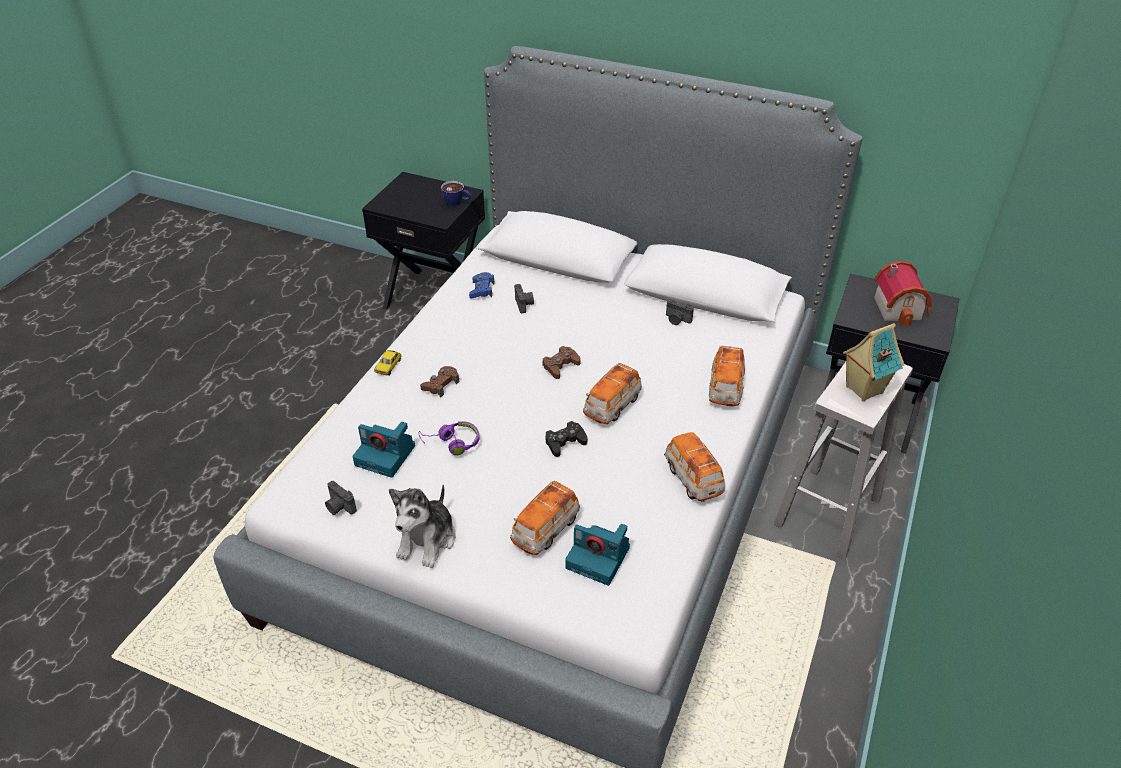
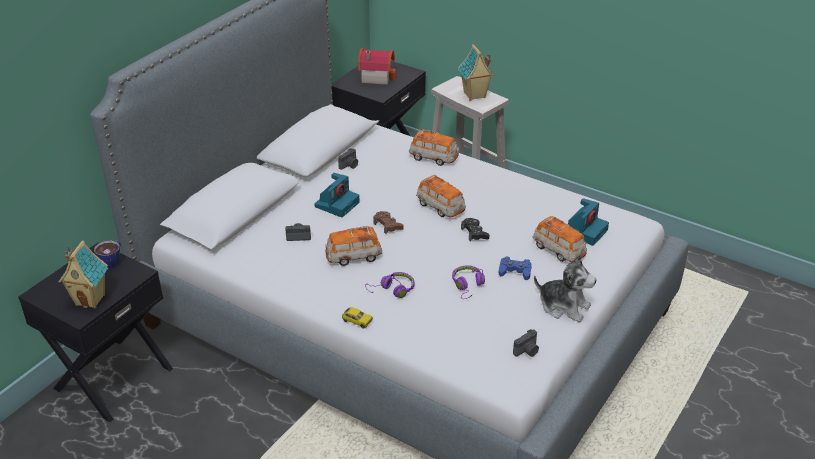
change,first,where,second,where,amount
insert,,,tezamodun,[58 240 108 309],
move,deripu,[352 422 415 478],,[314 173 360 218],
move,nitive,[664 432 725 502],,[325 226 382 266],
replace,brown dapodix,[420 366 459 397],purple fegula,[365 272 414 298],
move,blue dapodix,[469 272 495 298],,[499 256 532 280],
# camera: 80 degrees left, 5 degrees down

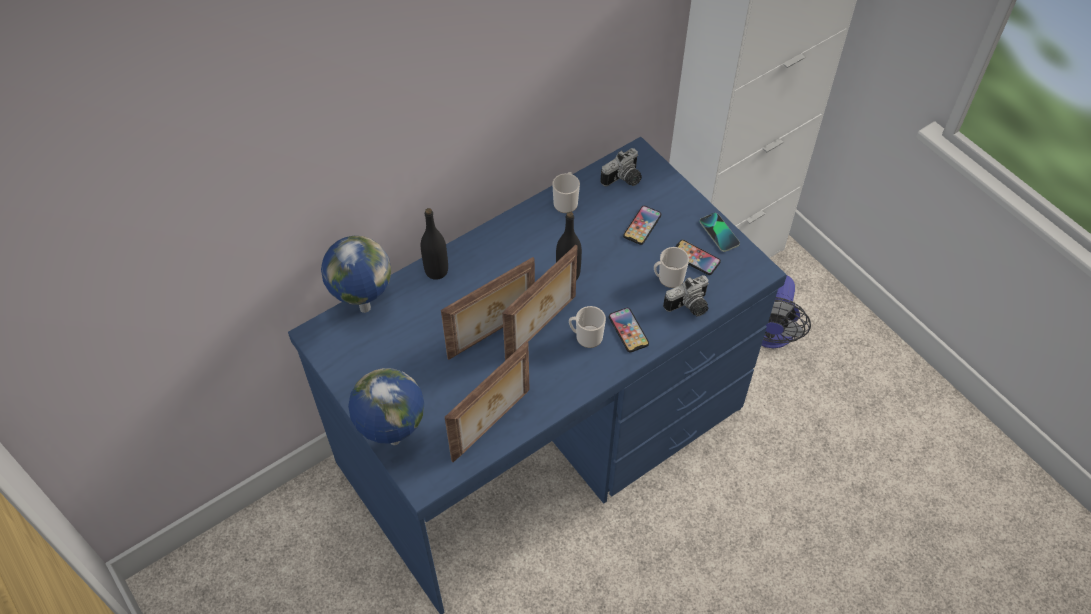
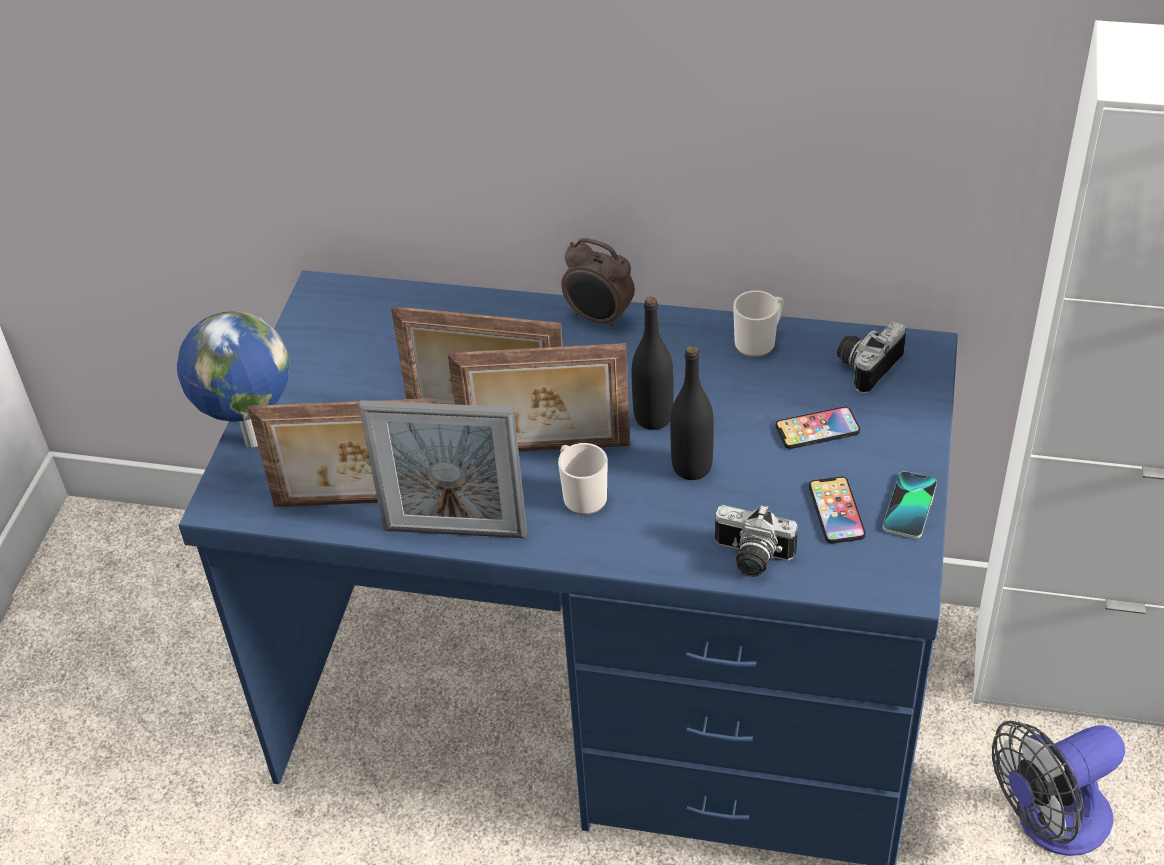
change,first,where,second,where,amount
insert,,,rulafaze,[359 400 527 539],
insert,,,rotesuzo,[561 238 635 329],
move,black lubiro,[421 208 448 280],,[670 346 714 480],
rotate,deripu,[600 148 642 186],,[837 322 906 393],120 degrees clockwise
delete,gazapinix,[321 236 391 313],,,
delete,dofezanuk,[609 308 649 352],,,
delete,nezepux,[654 247 689 288],,,
# camera: 50 degrees right, 10 degrees down

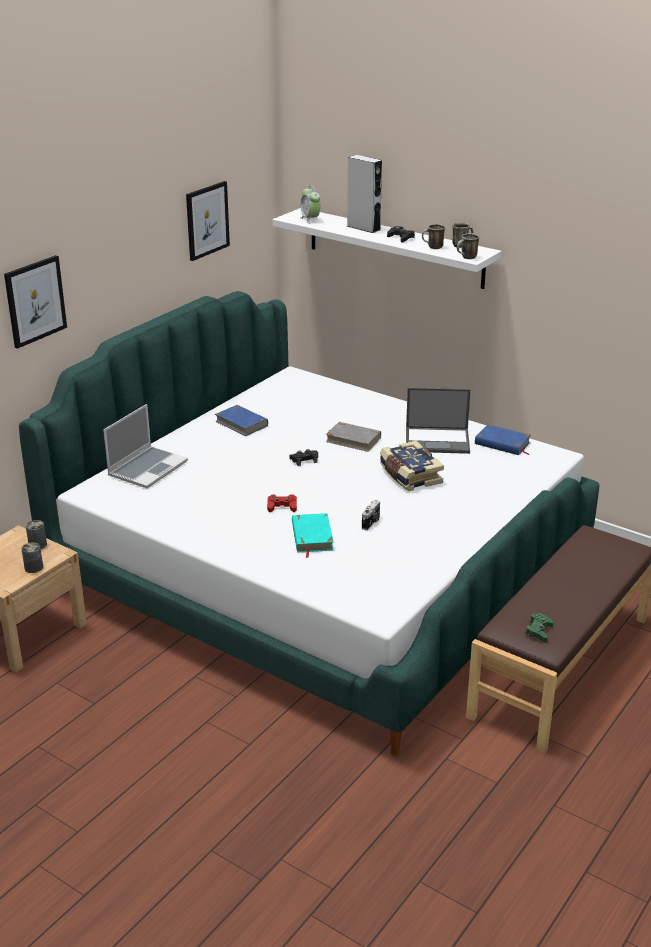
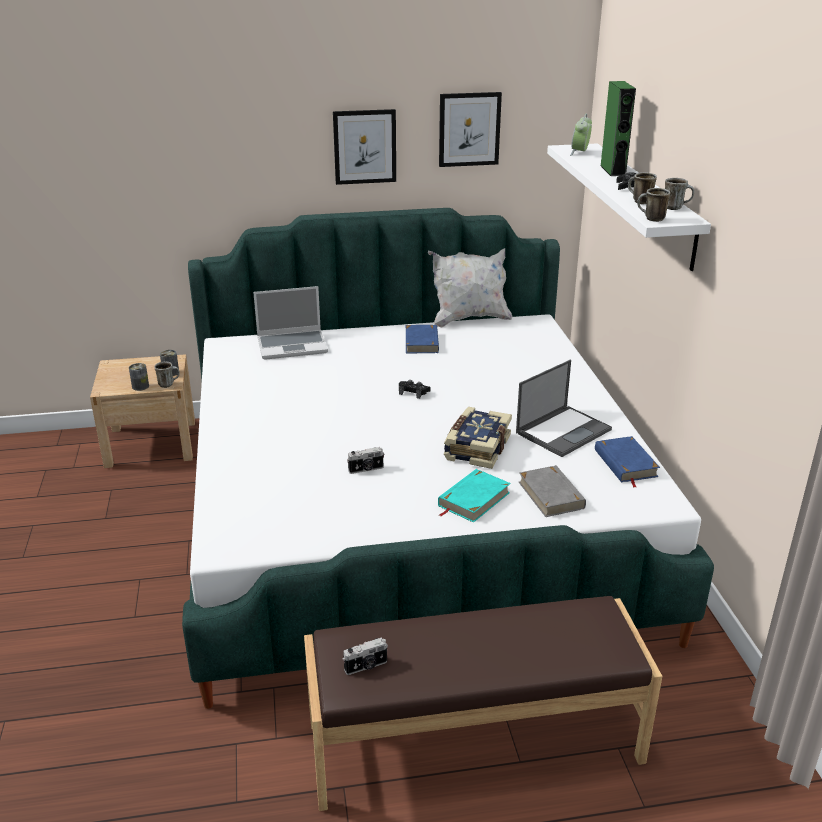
change,first,where,second,where,amount
insert,,,nezepux,[154 362 180 388],
move,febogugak,[4 255 67 349],,[333 109 396 185],
replace,green dapodix,[525 613 553 642],deripu,[343 637 388 675],
insert,,,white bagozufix,[428 248 512 327],
move,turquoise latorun,[292 513 334 558],,[438 469 511 523],
rotate,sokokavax,[406 388 471 454],,[516 360 612 457],90 degrees counterclockwise
move,grey latorun,[326 422 381 452],,[519 465 586 517],
recolor,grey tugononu,[347 155 382 233],green tugononu,[600 81 636 176],
delete,red dapodix,[267 494 297 512],,,
# camera: 45 degrees right, 0 degrees up

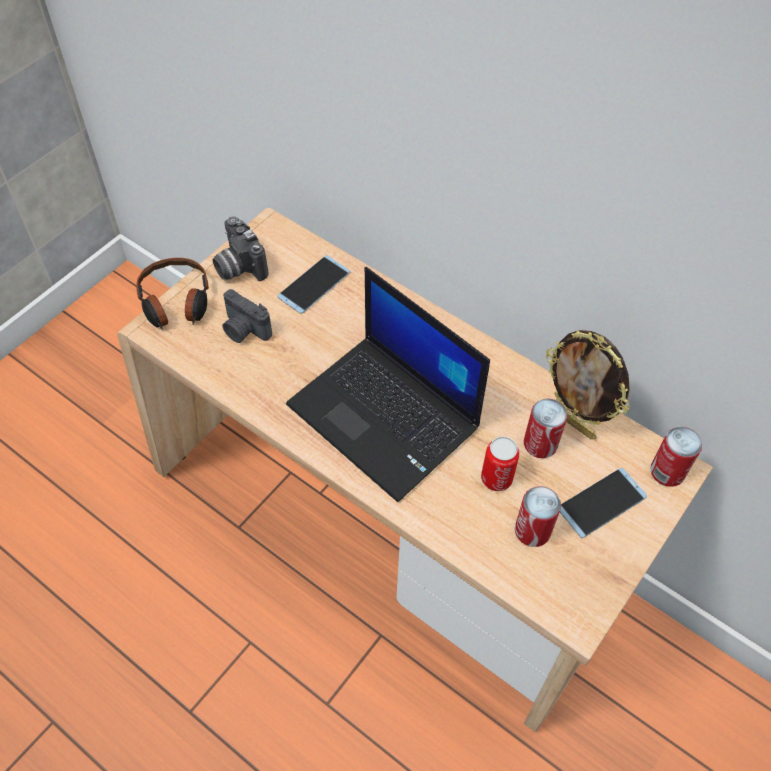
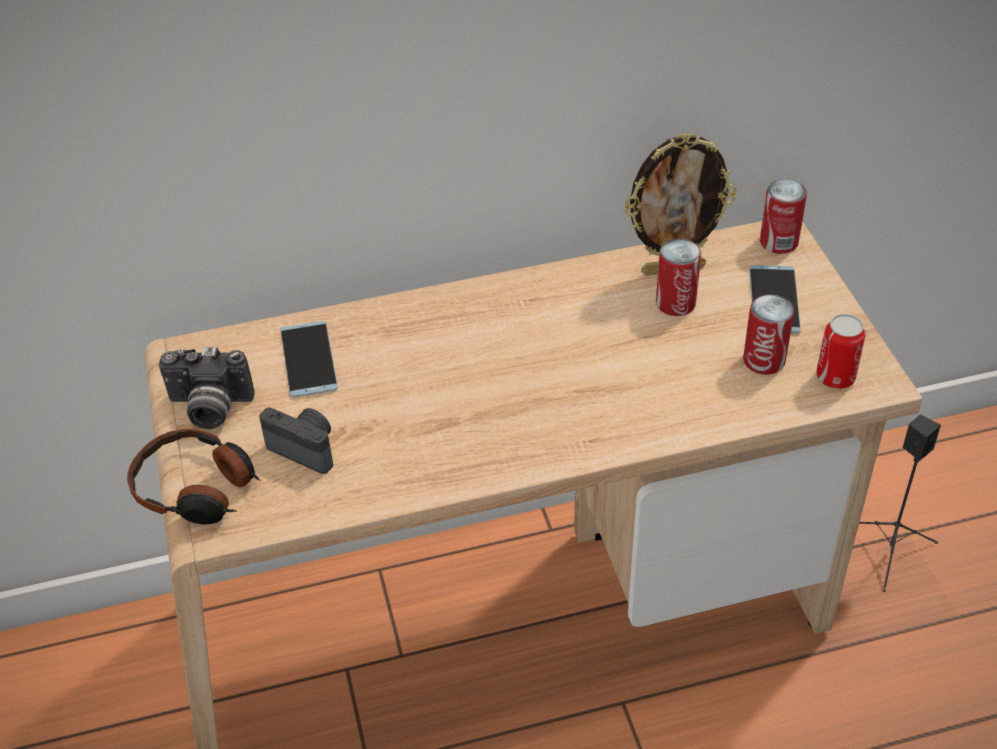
change,first,where,second,where,amount
rotate,deripu,[223 289 272 343],,[259 407 333 474],135 degrees counterclockwise
move,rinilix,[481 436 519 491],,[816 314 865 389],
insert,,,black tugononu,[859 414 941 592],
delete,sokokavax,[286 267 490 502],,,
# camera: 50 degrees left, 10 degrees down

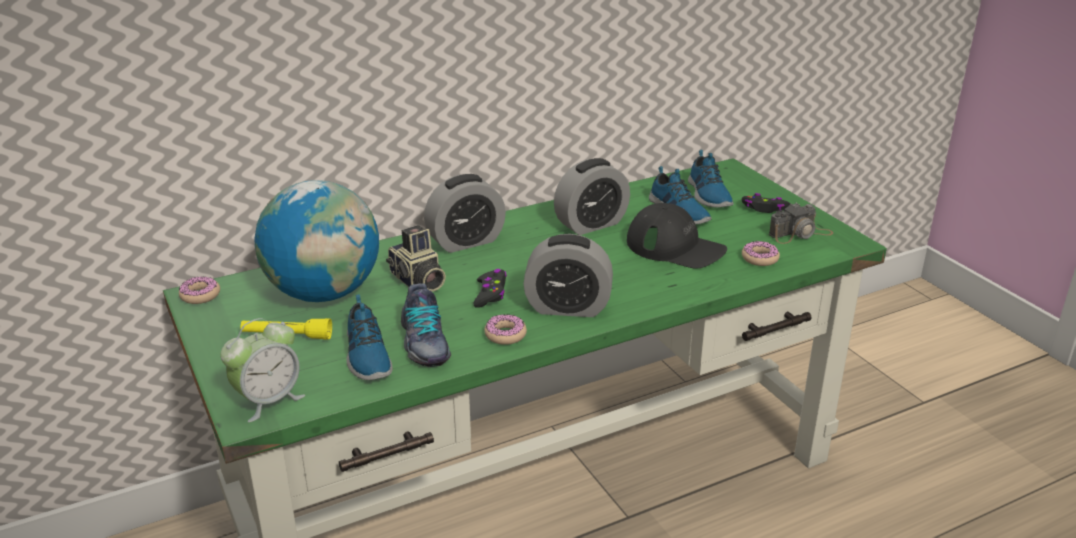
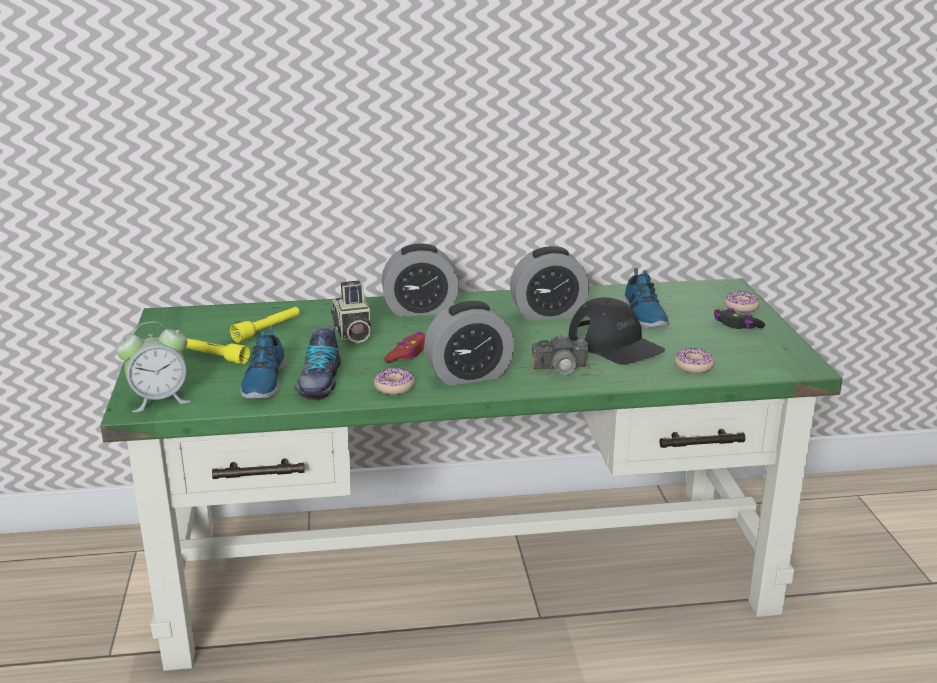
change,first,where,second,where,amount
replace,gazapinix,[254 180 379 302],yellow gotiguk,[230 307 300 343],
recolor,black dapodix,[473 269 507 308],red dapodix,[384 331 426 362],
rotate,rotesuzo,[523 234 613 317],,[424 301 514 386],45 degrees counterclockwise
move,deripu,[769 202 833 244],,[531 334 603 376],
move,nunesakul,[179 277 220 304],,[724 291 760 312],
delete,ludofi,[688 150 734 208],,,
# camera: 20 degrees right, 5 degrees down

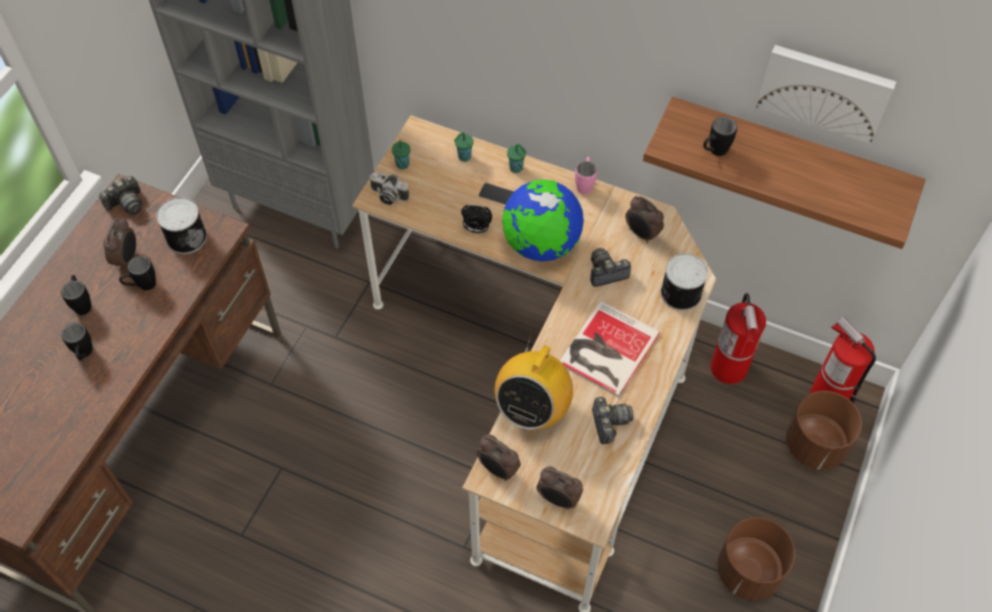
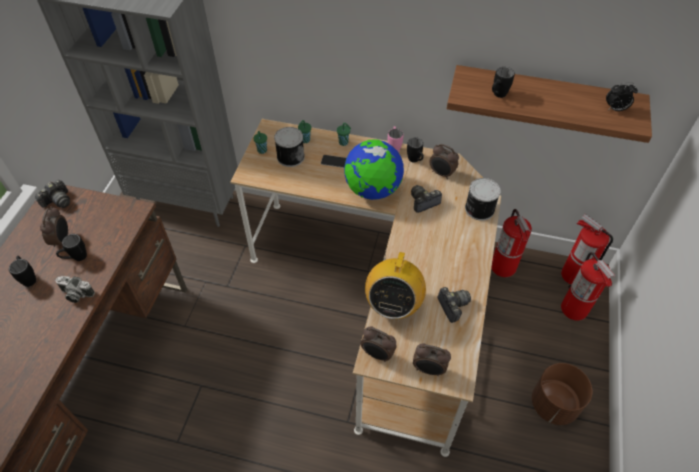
change,first,where,second,where,amount
move,deripu,[370 172 410 205],,[55 276 95 303],
move,rinilix,[156 197 207 254],,[274 127 305 167],
move,black nezepux,[62 323 93 360],,[407 137 424 162],
replace,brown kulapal,[786 391 862 470],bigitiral,[561 252 616 320],
move,rotesuzo,[461 205 492 233],,[606 82 638 111],
delete,latorun,[560 301 660 397],,,
delete,febogugak,[756 45 896 144],,,
# camera: 10 degrees left, 5 degrees down

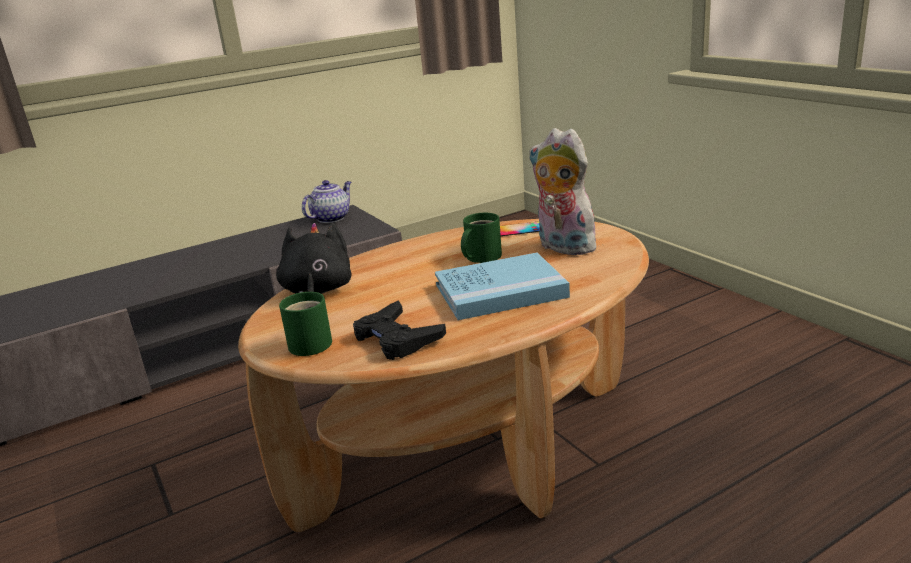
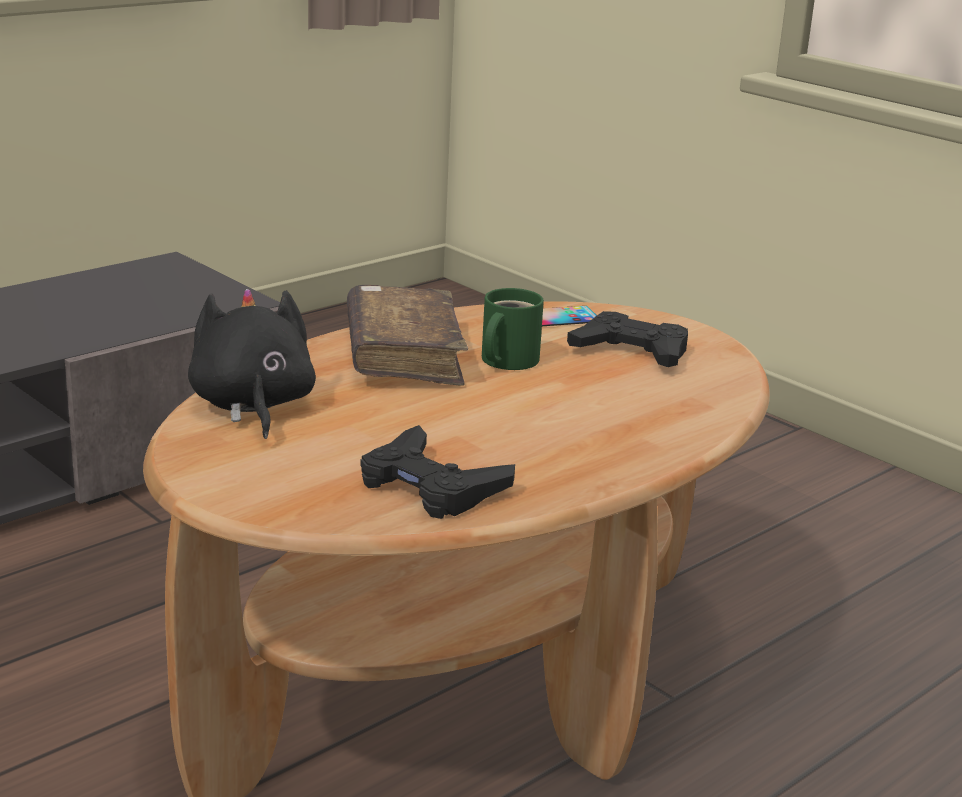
change,first,where,second,where,amount
insert,,,brown latorun,[347 285 468 386],
replace,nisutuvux,[529 128 599 255],black dapodix,[567 311 688 367],
delete,green nezepux,[279 292 332 356],,,
delete,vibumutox,[302 180 351 223],,,
delete,blue latorun,[435 253 570 320],,,
# camera: 15 degrees left, 0 degrees up

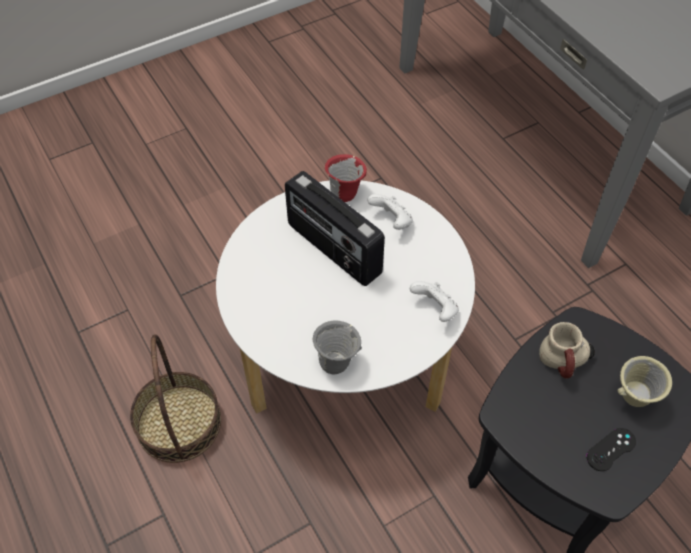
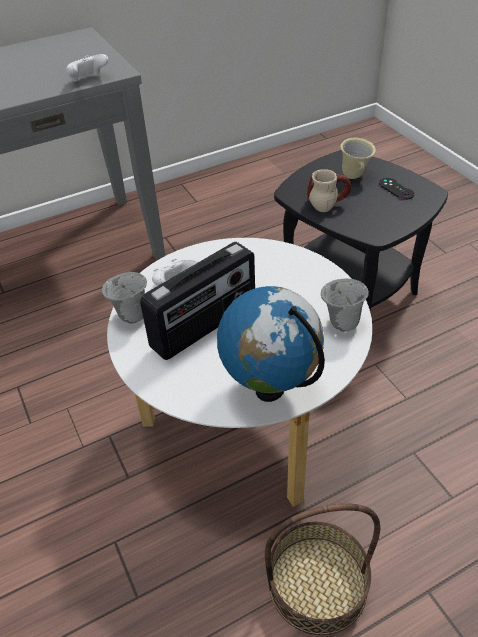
change,first,where,second,where,amount
move,white dapodix,[410 281 459 322],,[66 54 109 82],
recolor,red nezepux,[325 154 367 202],grey nezepux,[102 272 147 324],
insert,,,gazapinix,[217 286 325 402],
# camera: 85 degrees left, 10 degrees down

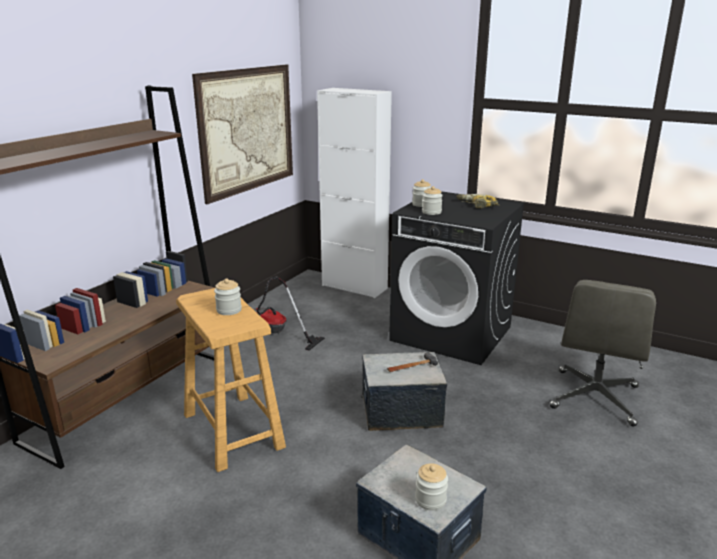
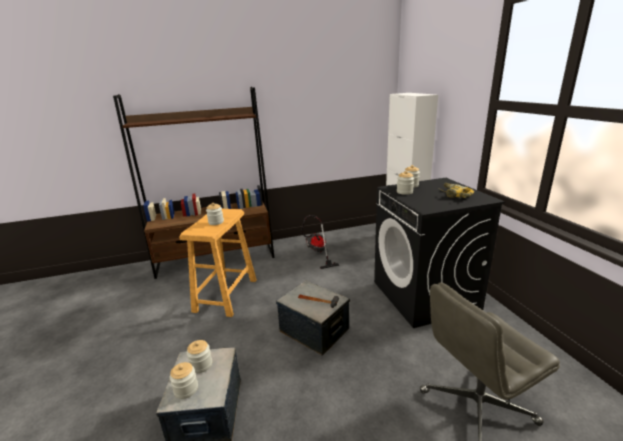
change,first,where,second,where,amount
insert,,,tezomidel,[187 340 212 373],
delete,febogugak,[192 65 293 204],,,
# camera: 45 degrees right, 0 degrees up

